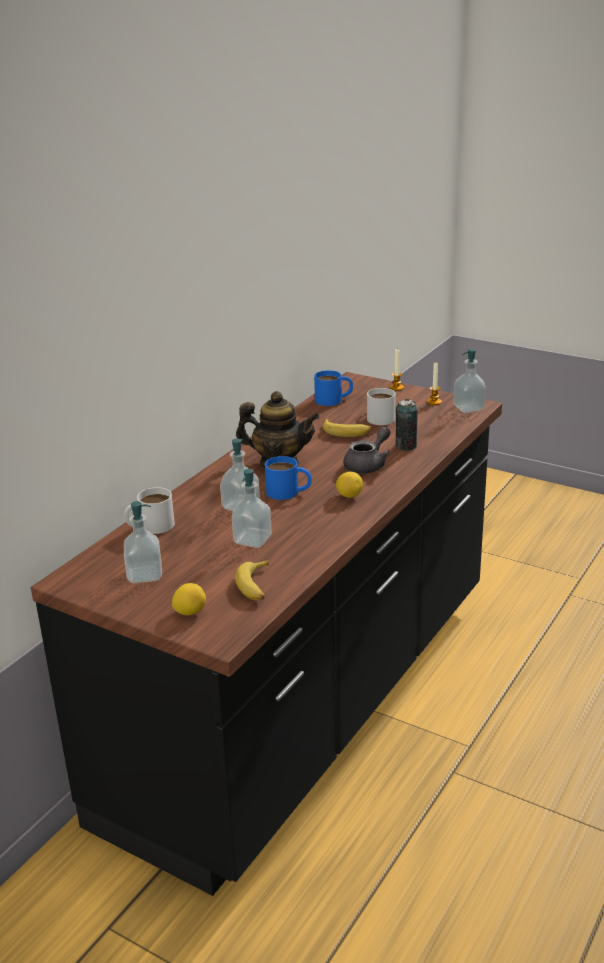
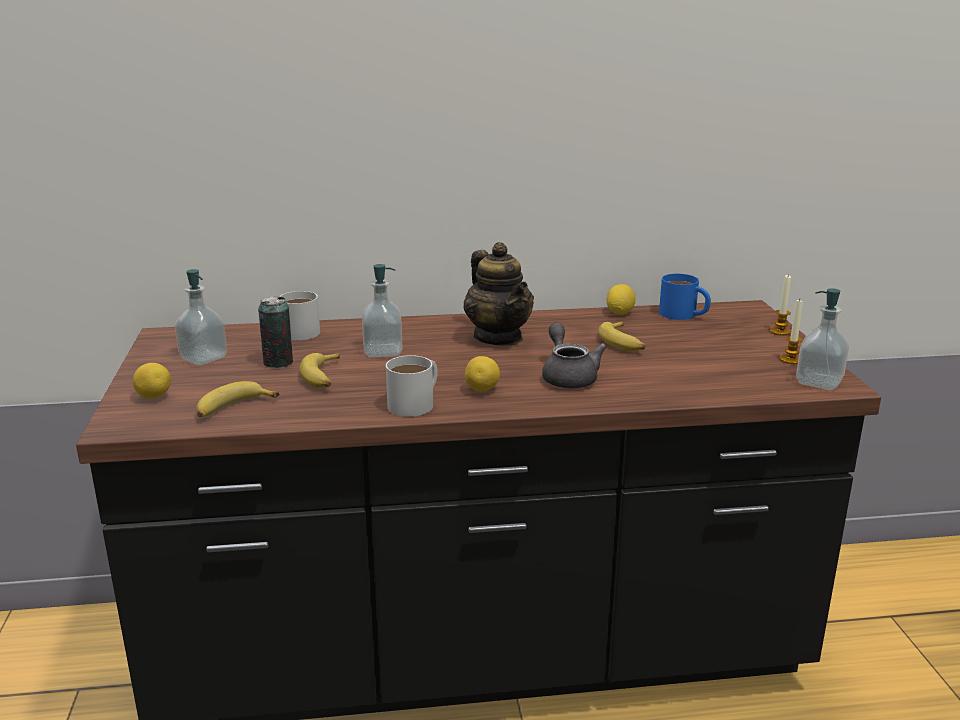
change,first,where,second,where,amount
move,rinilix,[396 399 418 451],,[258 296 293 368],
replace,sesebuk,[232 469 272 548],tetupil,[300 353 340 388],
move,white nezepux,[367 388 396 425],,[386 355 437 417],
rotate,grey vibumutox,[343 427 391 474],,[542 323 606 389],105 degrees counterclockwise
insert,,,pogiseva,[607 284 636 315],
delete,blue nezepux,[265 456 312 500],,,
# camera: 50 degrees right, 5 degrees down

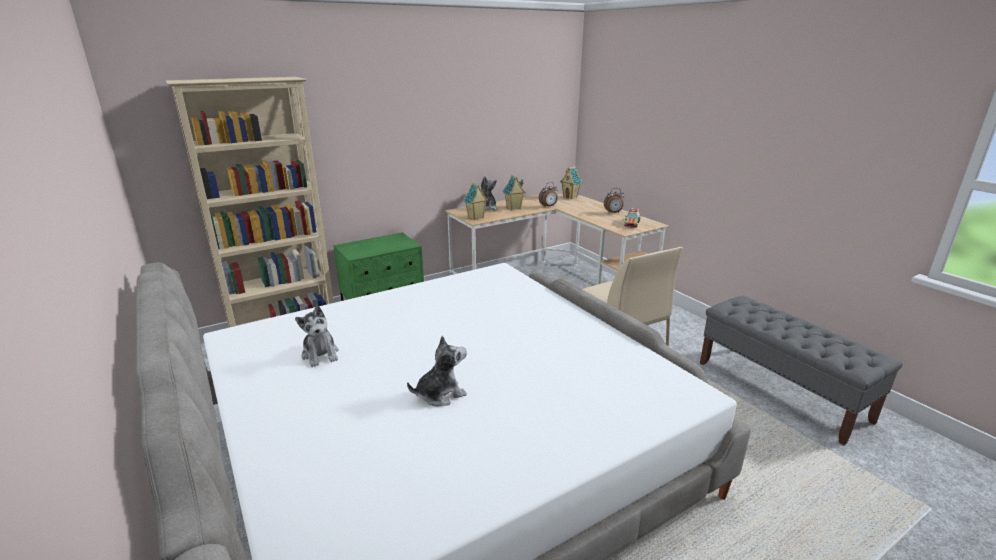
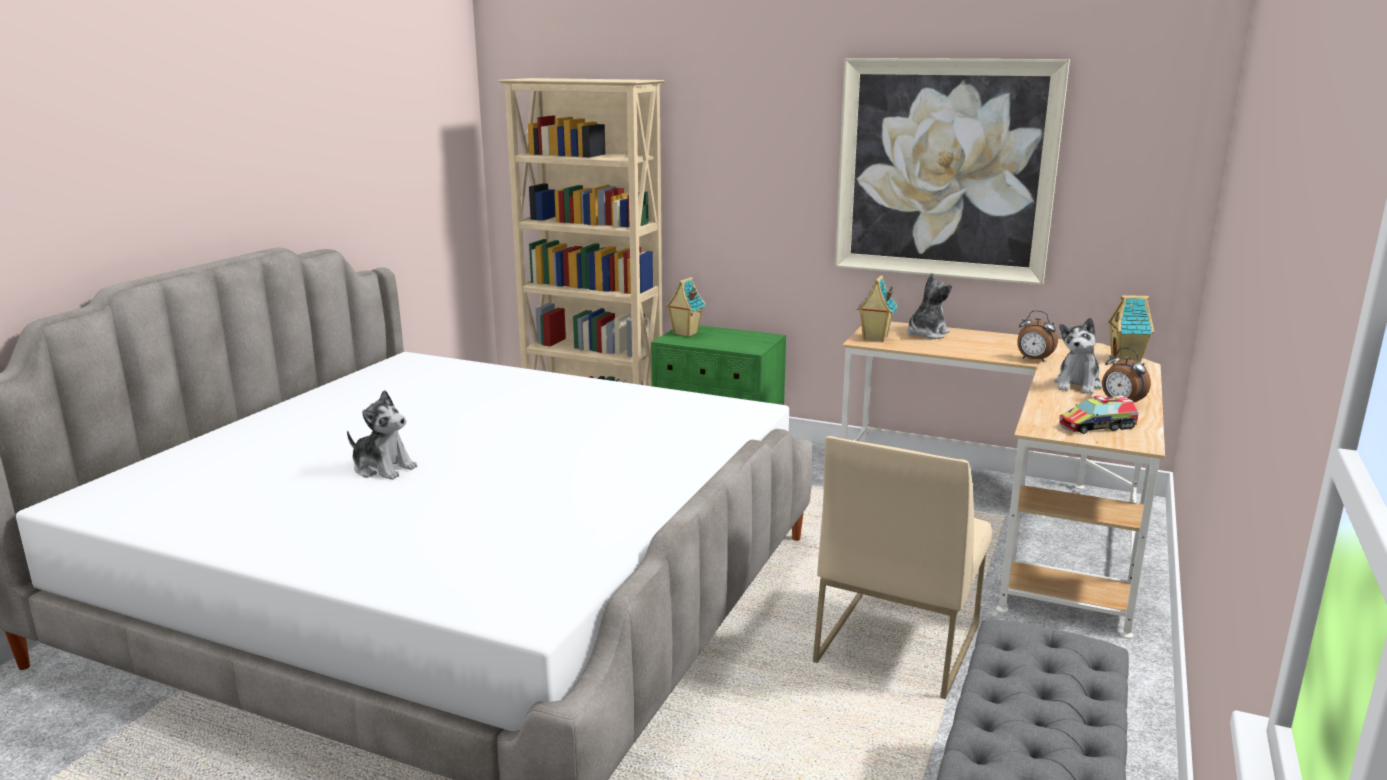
change,first,where,second,where,amount
move,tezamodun,[503 175 526 210],,[666 277 706 337],
insert,,,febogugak,[835 58 1070 285],
move,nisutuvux,[295 305 339 367],,[1054 318 1102 394],
# camera: 55 degrees right, 5 degrees down

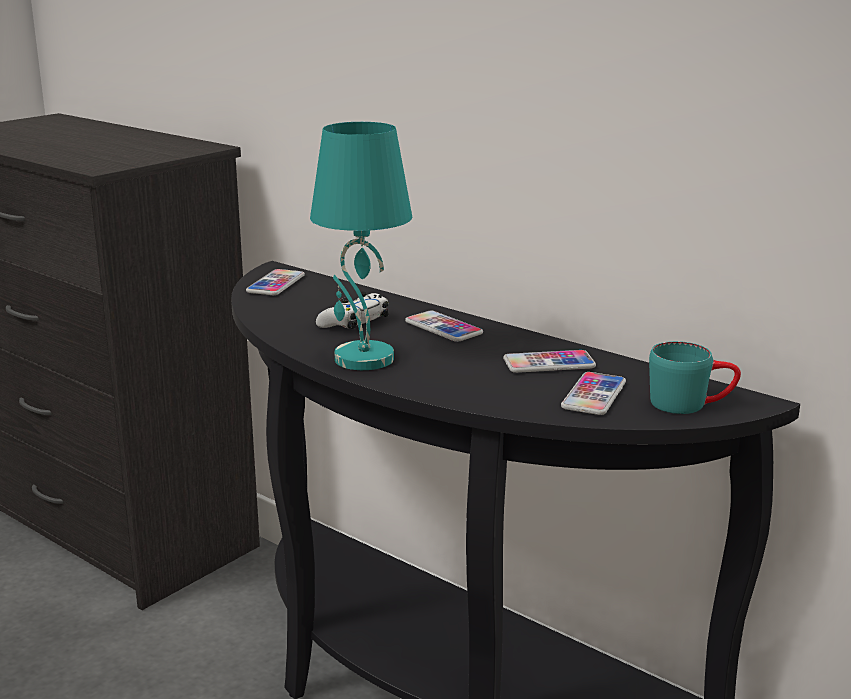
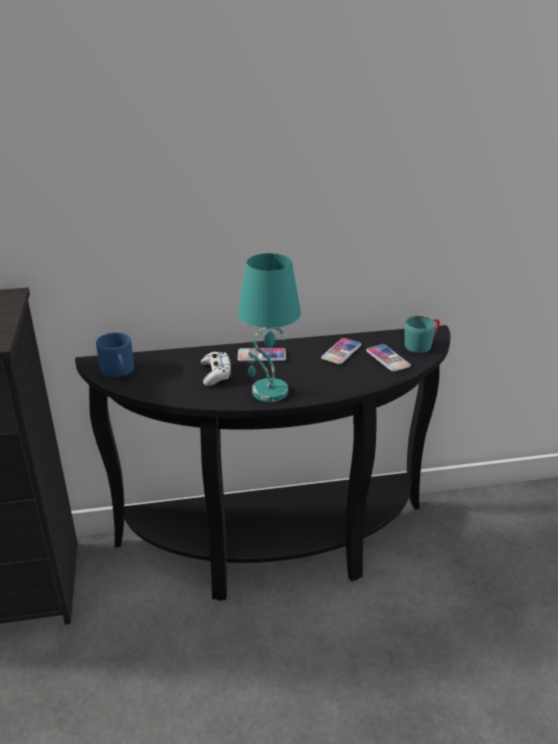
change,first,where,second,where,amount
replace,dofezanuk,[246 269 305 295],blue nezepux,[96 332 134 378],
# camera: 50 degrees left, 10 degrees up

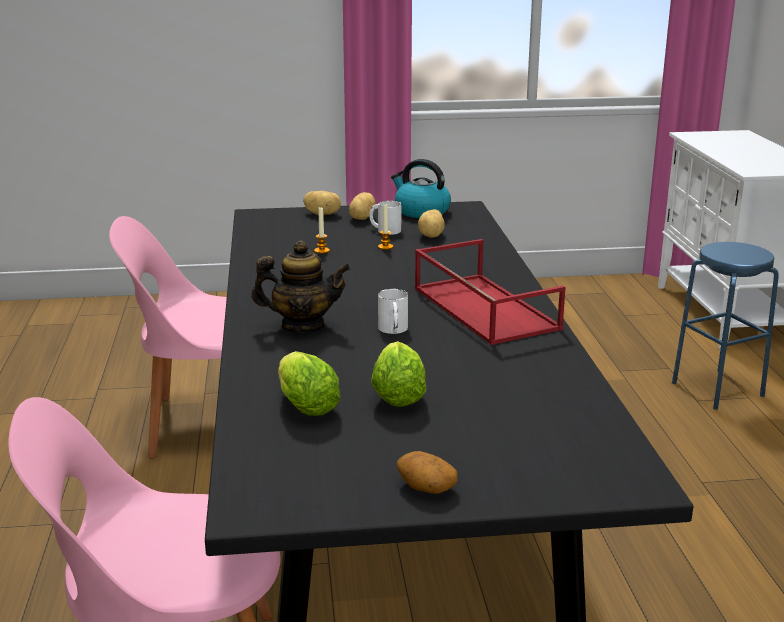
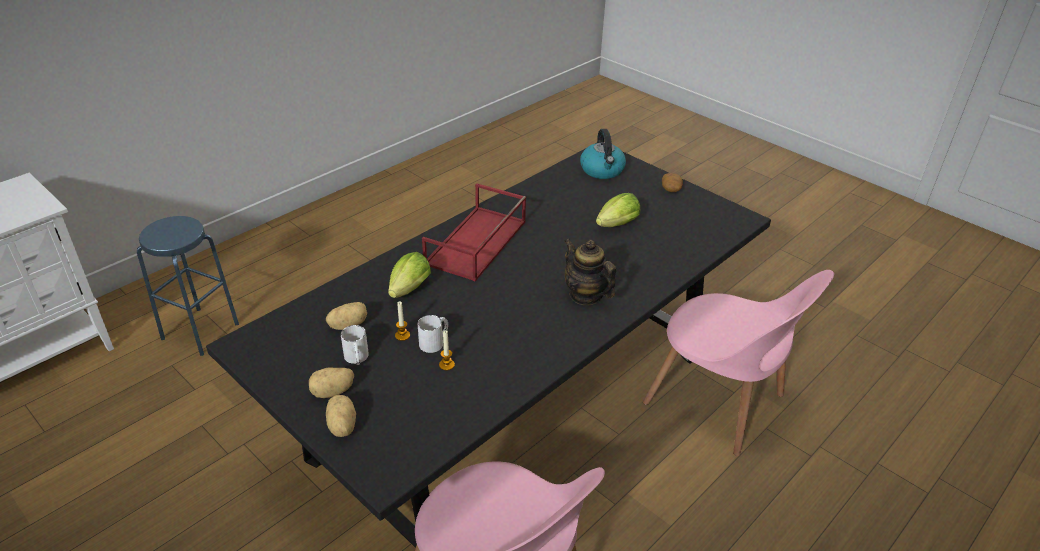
change,first,where,second,where,amount
move,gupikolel,[278 351 340 416],,[388 252 431 298],
move,white nezepux,[378 289 408 334],,[417 315 448 353],
move,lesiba,[391 159 451 218],,[580 129 626 179],
# camera: 130 degrees left, 15 degrees up

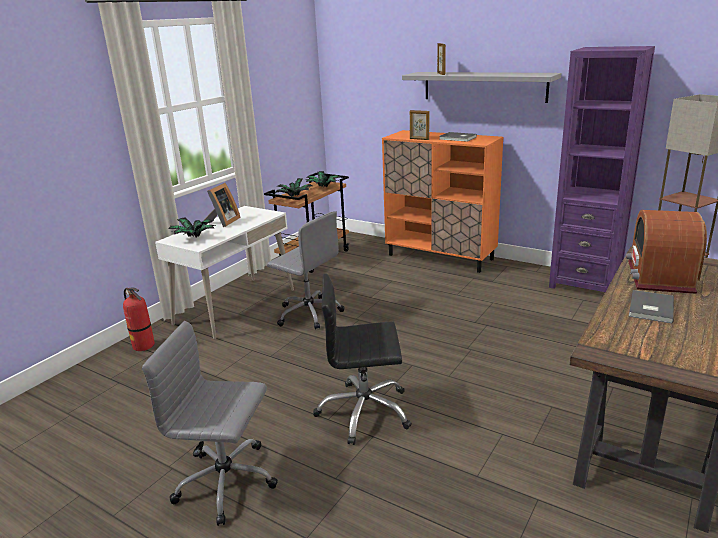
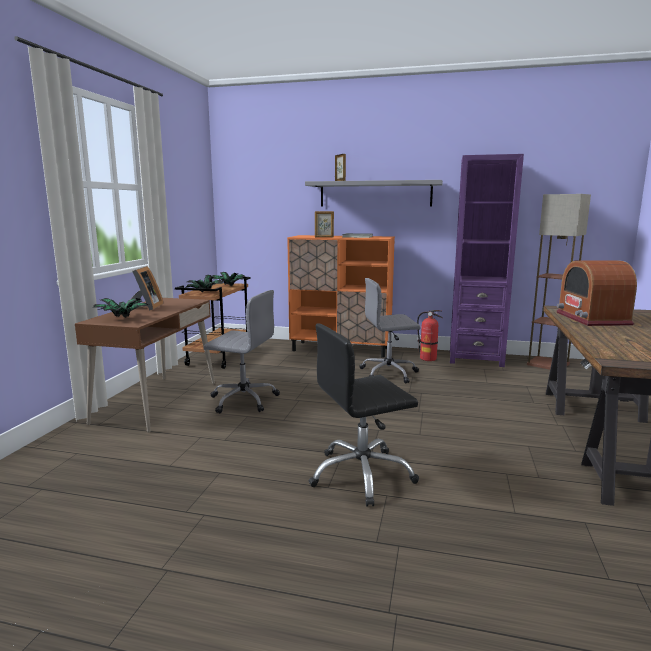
change,first,where,second,where,amount
recolor,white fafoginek,[155 206 294 340],brown fafoginek,[75 298 215 433],
move,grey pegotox,[142 321 278 526],,[359 278 421 383],
move,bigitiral,[123 288 155 351],,[417 310 443 361],
delete,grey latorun,[629 290 674 324],,,
# camera: 20 degrees left, 10 degrees down

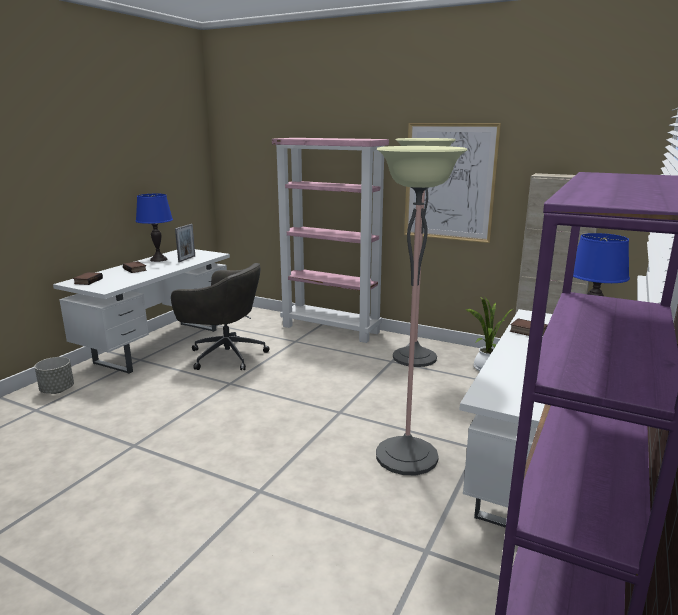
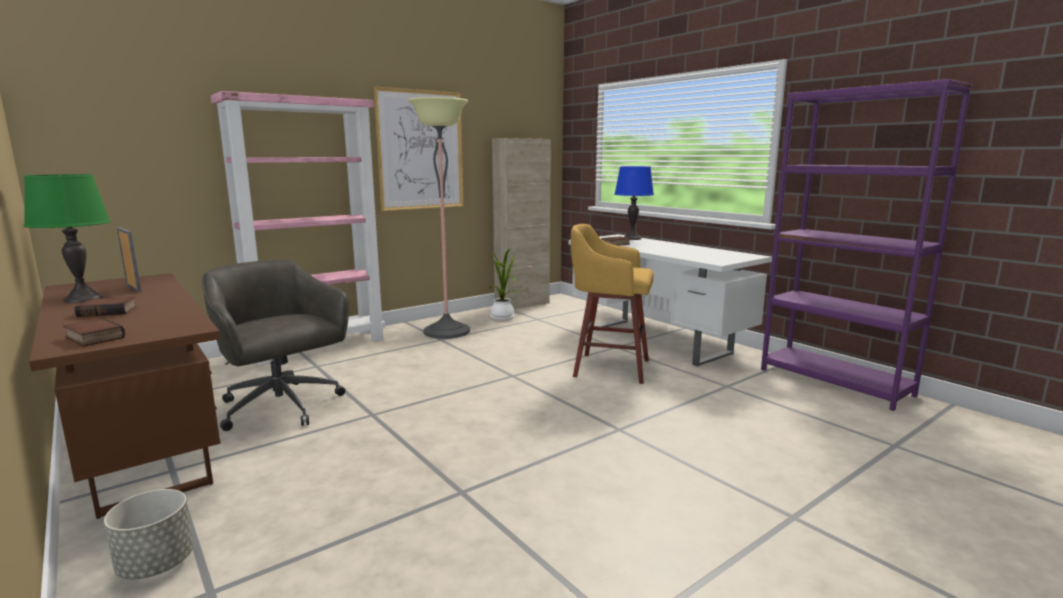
change,first,where,second,where,amount
recolor,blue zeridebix,[136 194 173 262],green zeridebix,[24 174 111 303],
recolor,white fafoginek,[53 249 230 374],brown fafoginek,[29 273 221 519],
rotate,grey pegotox,[171 263 270 370],,[202 260 349 431],90 degrees counterclockwise
replace,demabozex,[376 146 467 475],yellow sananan,[571 224 654 384],
# camera: 65 degrees left, 5 degrees down

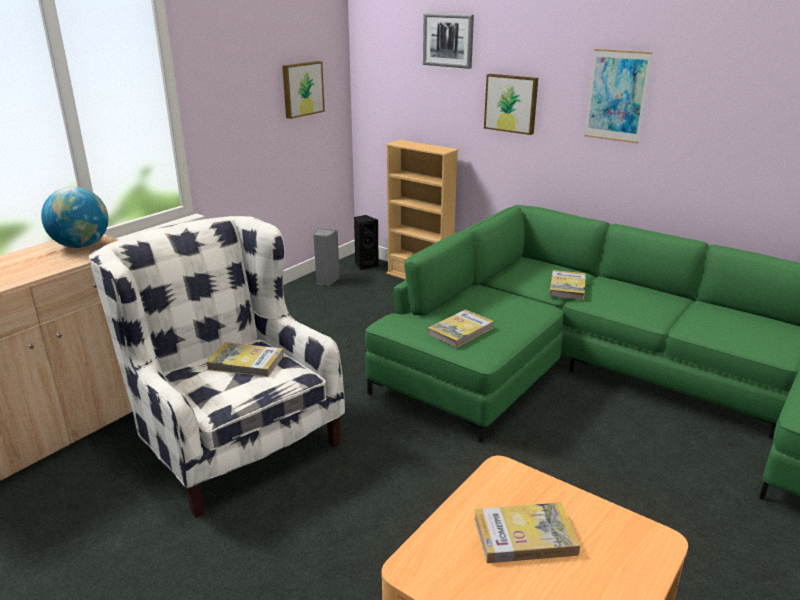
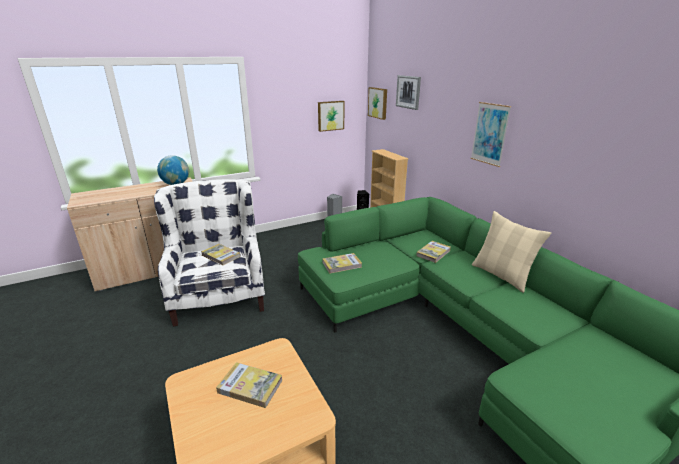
change,first,where,second,where,amount
move,febogugak,[484 74 538 135],,[368 87 387 120],
insert,,,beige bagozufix,[472 211 551 293],
# camera: 25 degrees right, 0 degrees up

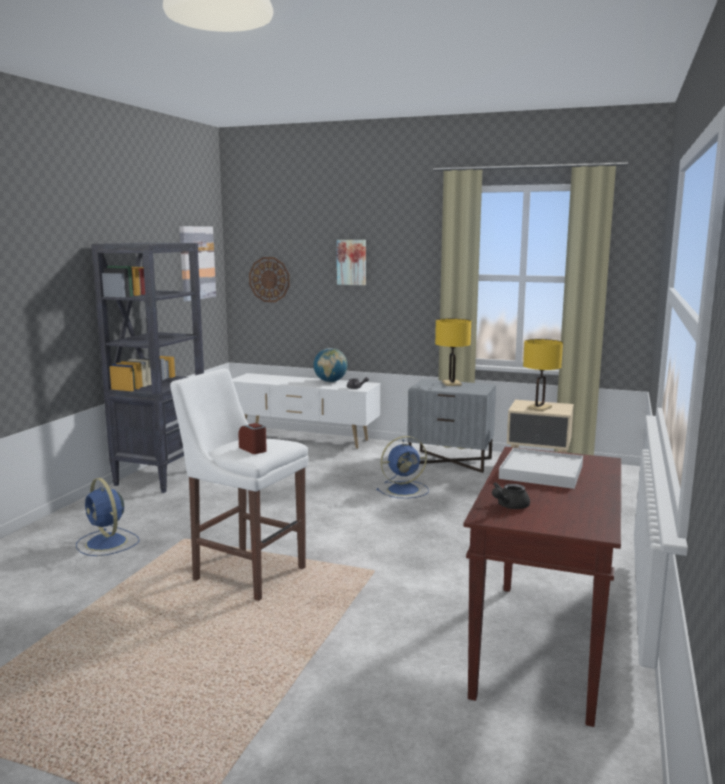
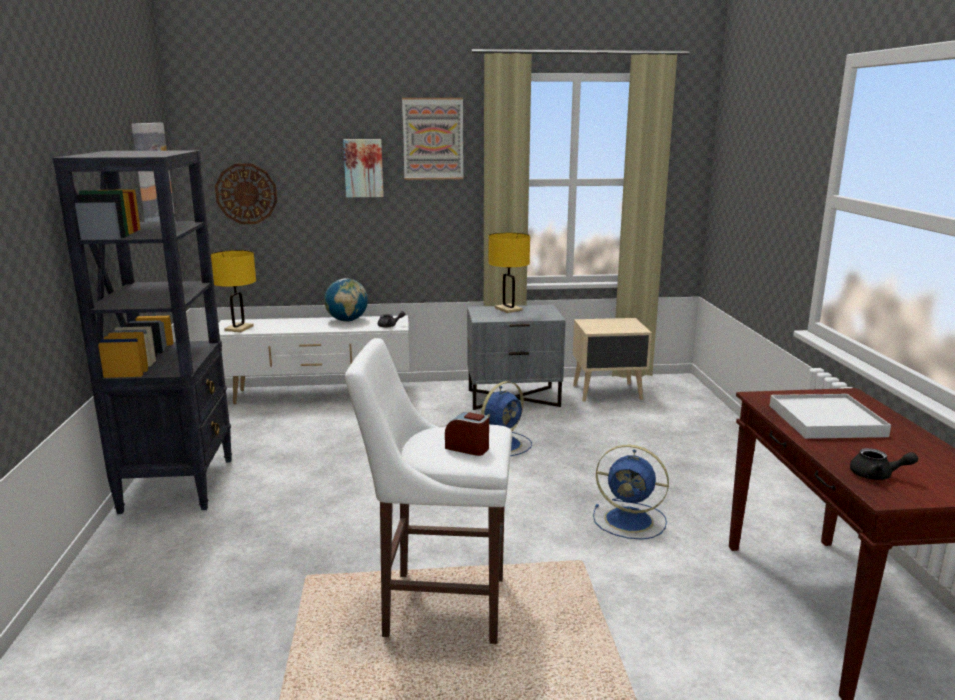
change,first,where,second,where,amount
move,yellow zeridebix,[523 339 563 411],,[211 250 256 332],
insert,,,febogugak,[402 98 463 180],
move,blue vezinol,[76 478 140 556],,[593 445 669 540],
rotate,black vibumutox,[492 482 530 509],,[850 448 918 480],90 degrees counterclockwise
# camera: 25 degrees left, 5 degrees up

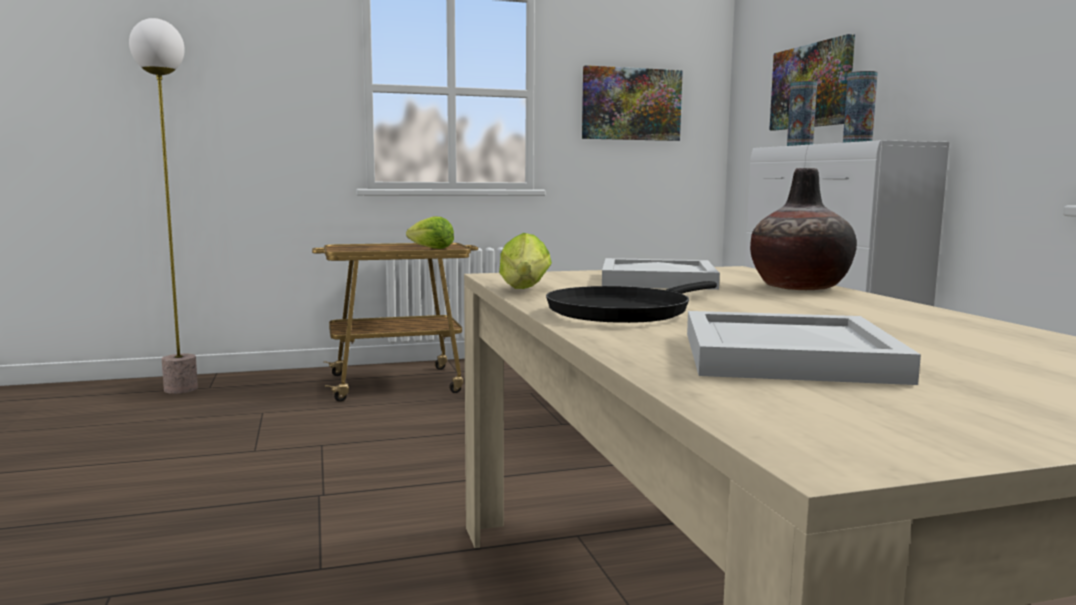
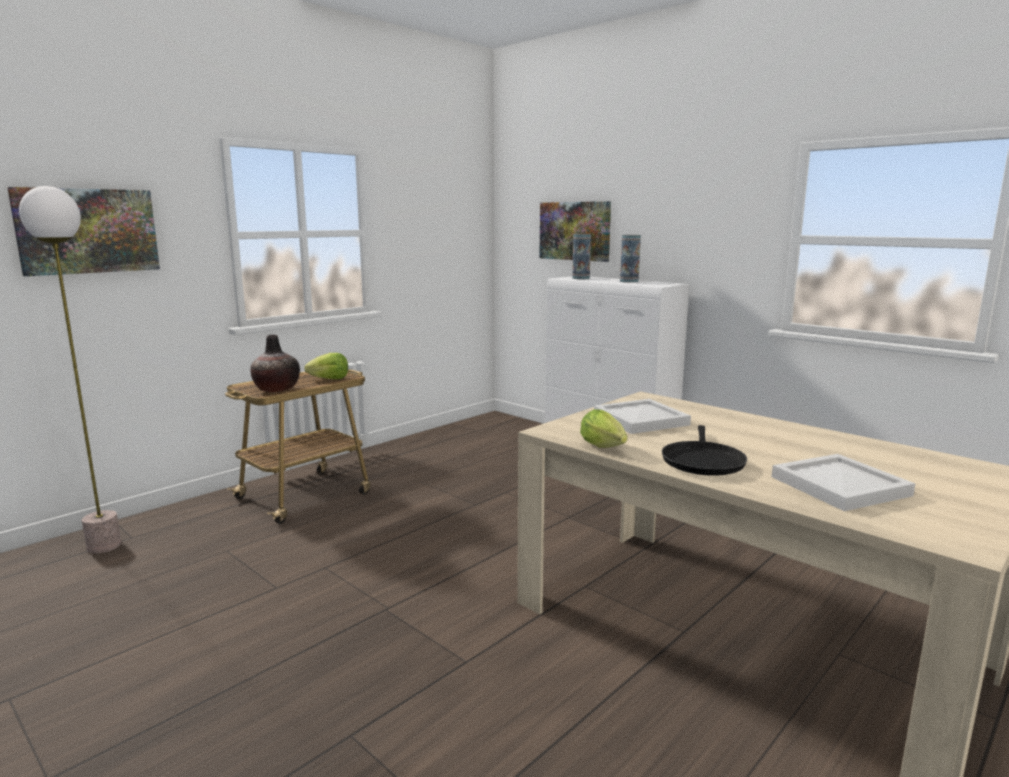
change,first,where,second,where,amount
move,febogugak,[582 65 683 141],,[7 187 160 276],
move,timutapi,[750 168 857 290],,[250 335 300 392],
# camera: 30 degrees left, 5 degrees up

